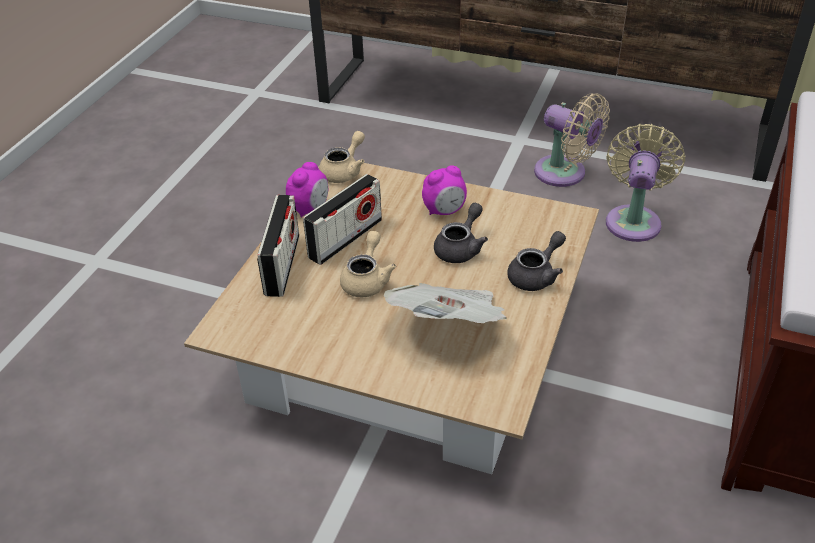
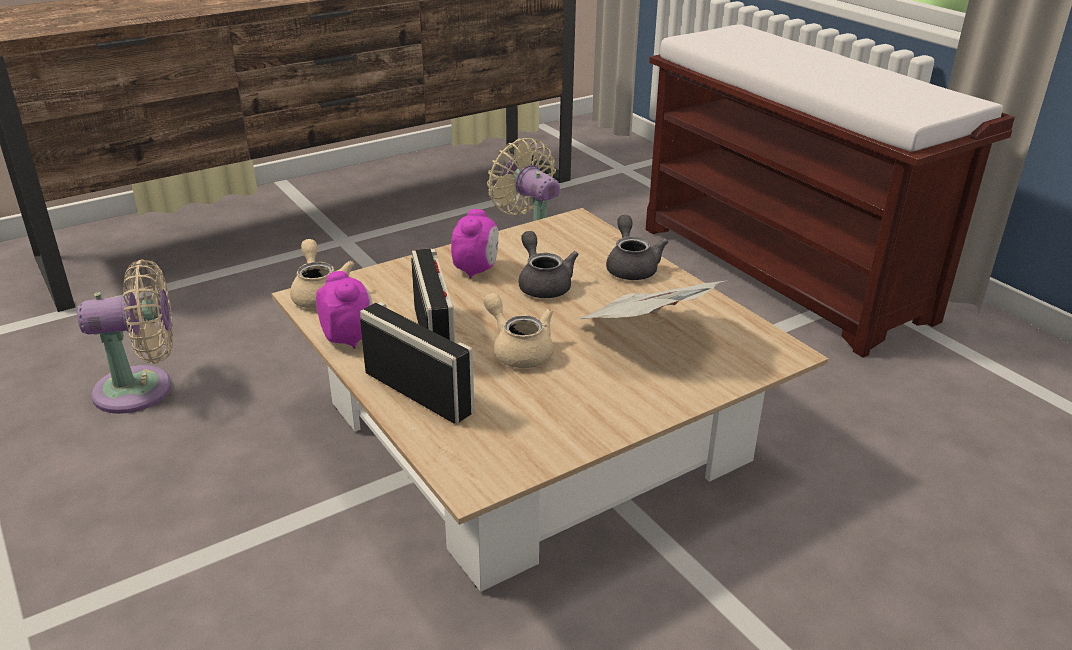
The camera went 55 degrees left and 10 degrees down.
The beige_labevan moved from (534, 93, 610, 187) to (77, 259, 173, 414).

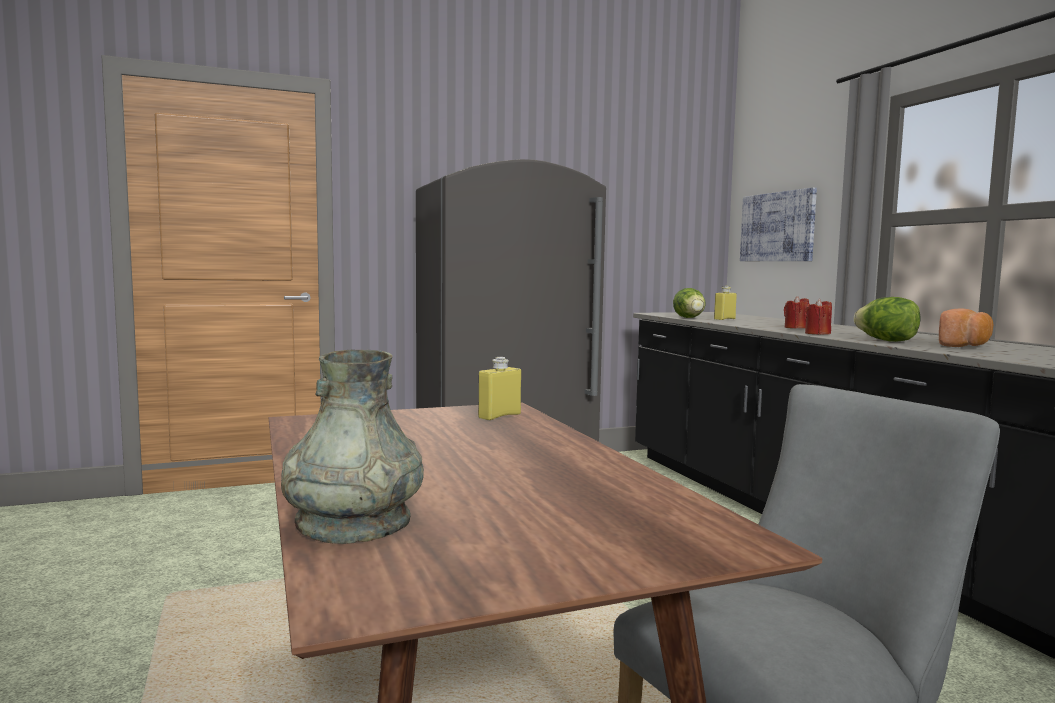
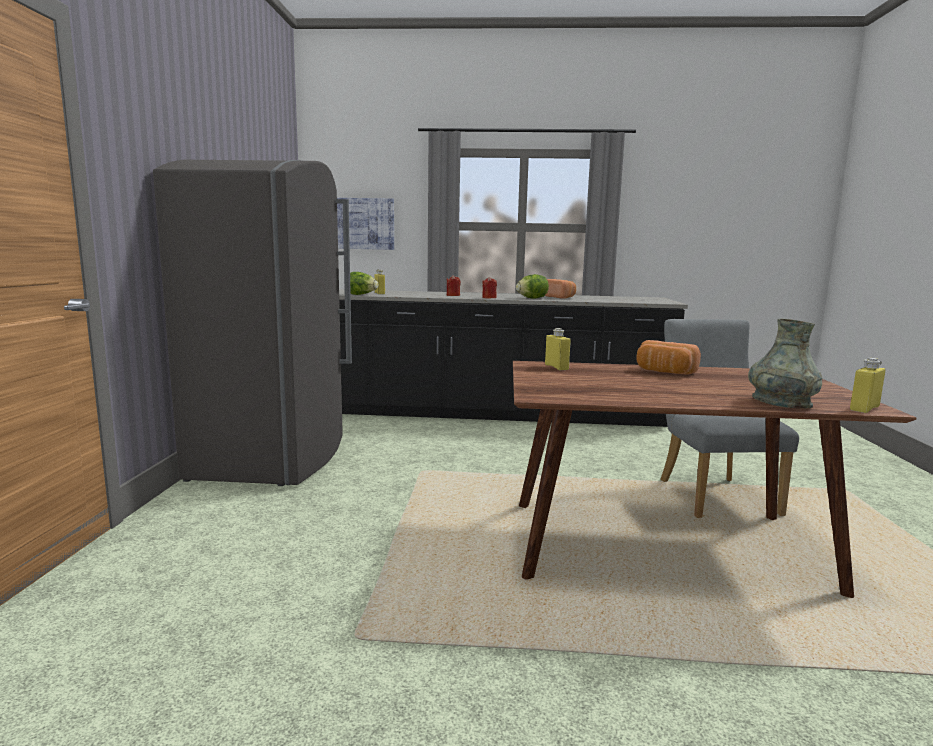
The camera went 65 degrees left and 5 degrees up.
The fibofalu at (636, 340, 701, 375) appeared.
The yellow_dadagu at (850, 358, 886, 413) appeared.

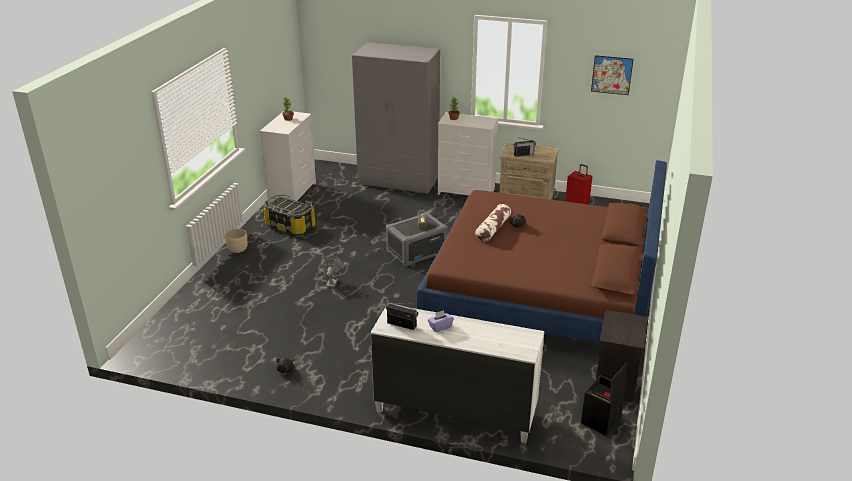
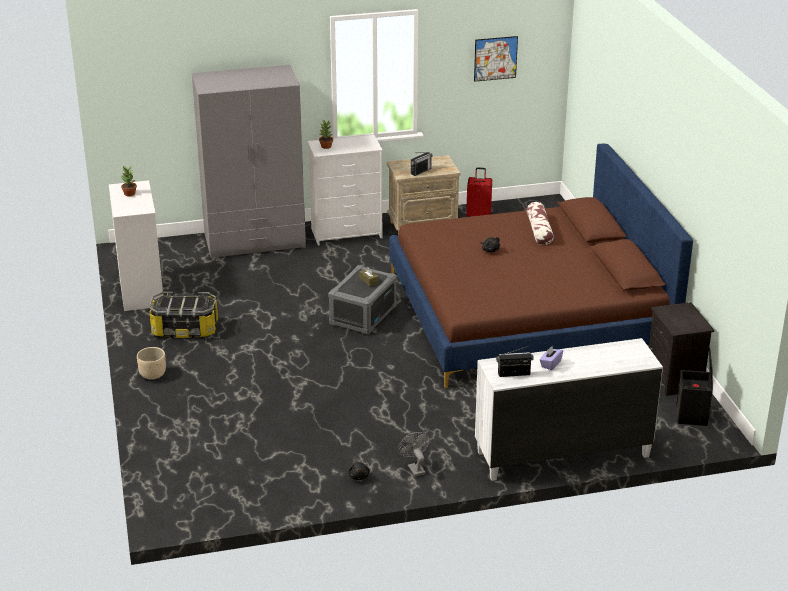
The camera went 30 degrees left and 0 degrees up.
The grey_labevan moved from (320, 255, 344, 288) to (398, 432, 430, 477).
The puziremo moved from (475, 204, 511, 242) to (526, 202, 554, 245).

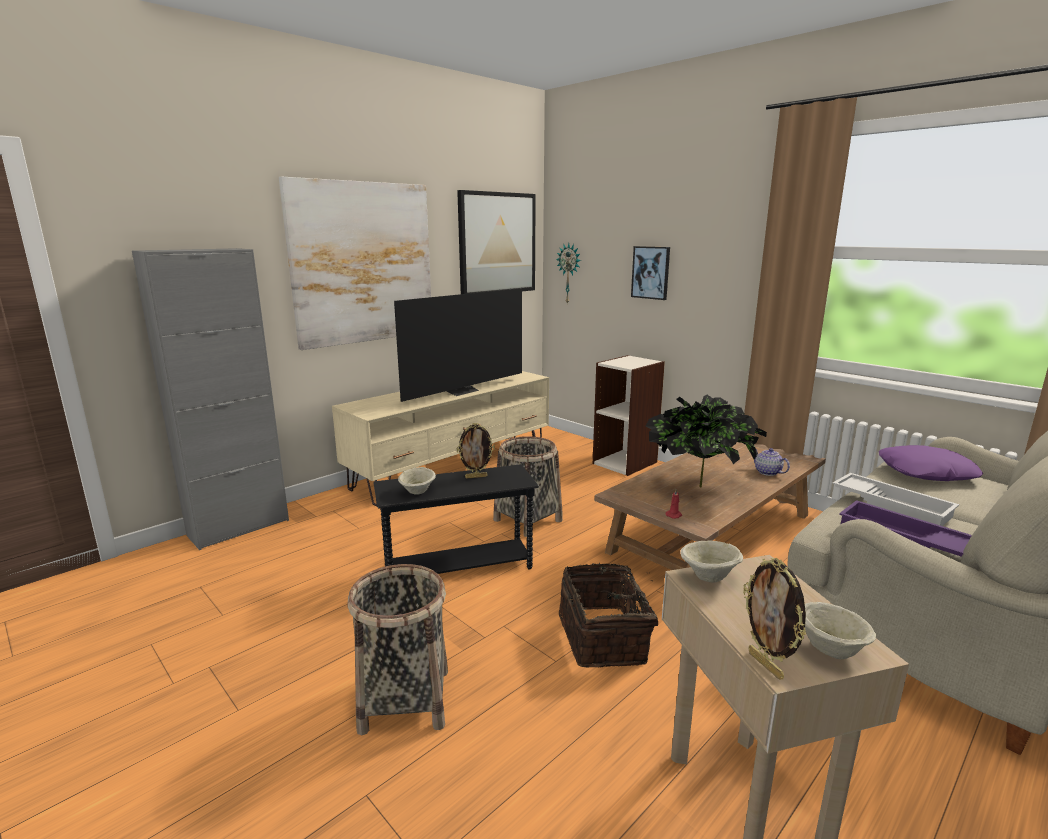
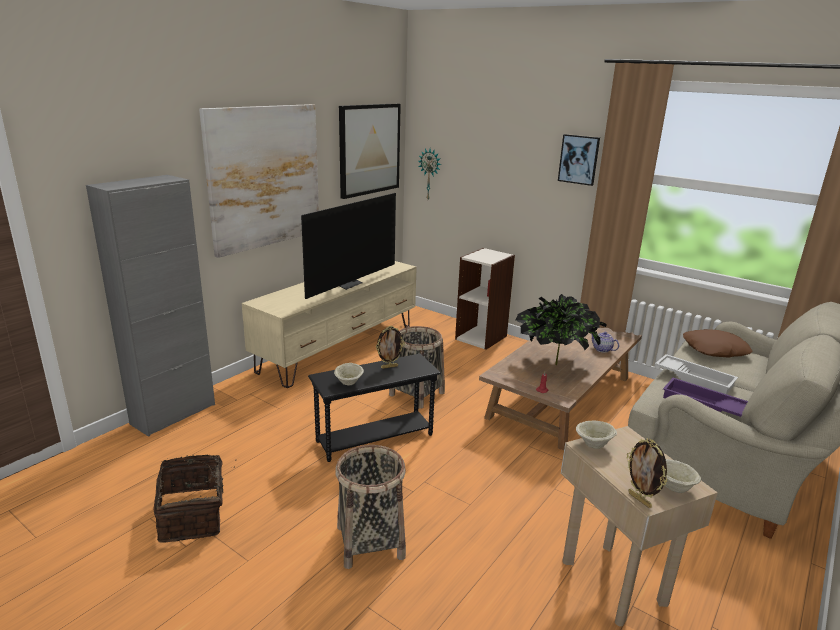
The camera went 10 degrees left and 5 degrees up.
The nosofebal moved from (559, 563, 658, 667) to (153, 455, 236, 543).
The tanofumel moved from (631, 246, 670, 300) to (558, 134, 600, 186).
The purple_puziremo at (879, 445, 983, 481) became the brown_puziremo at (683, 329, 752, 358).

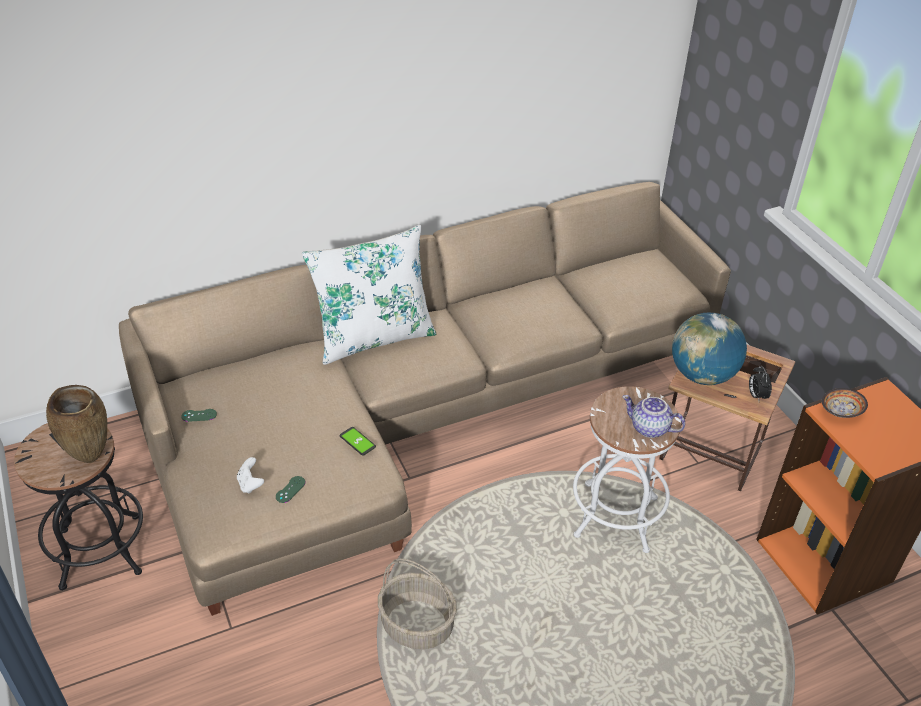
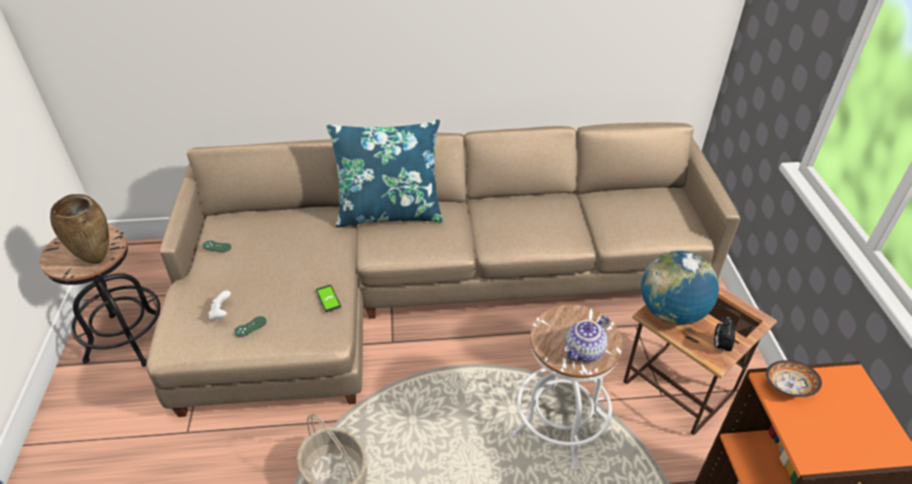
The camera went 20 degrees right and 0 degrees up.
The white_puziremo at (302, 225, 436, 365) became the blue_puziremo at (327, 119, 443, 227).
The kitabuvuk at (622, 395, 685, 438) turned 90 degrees counterclockwise.

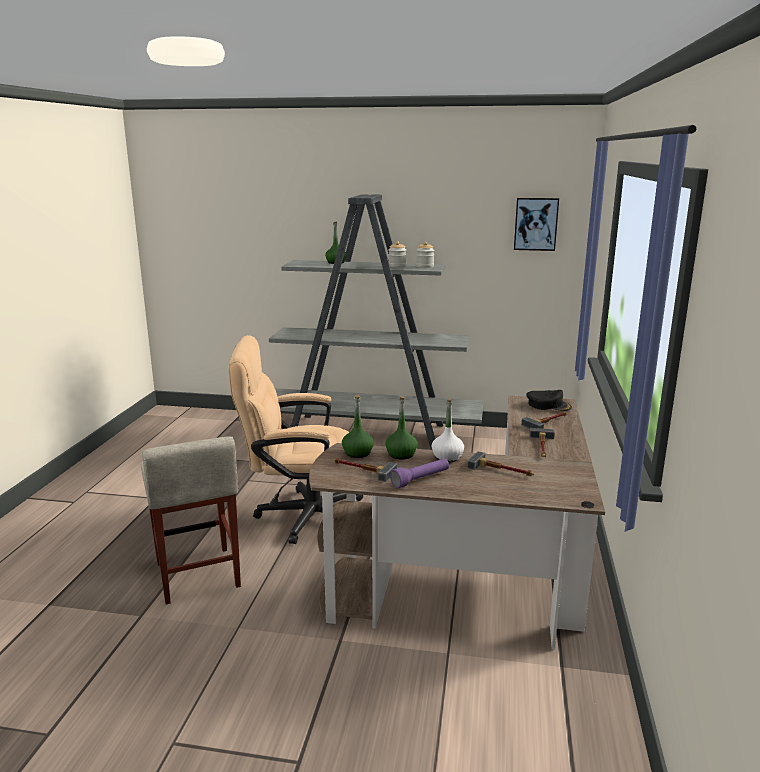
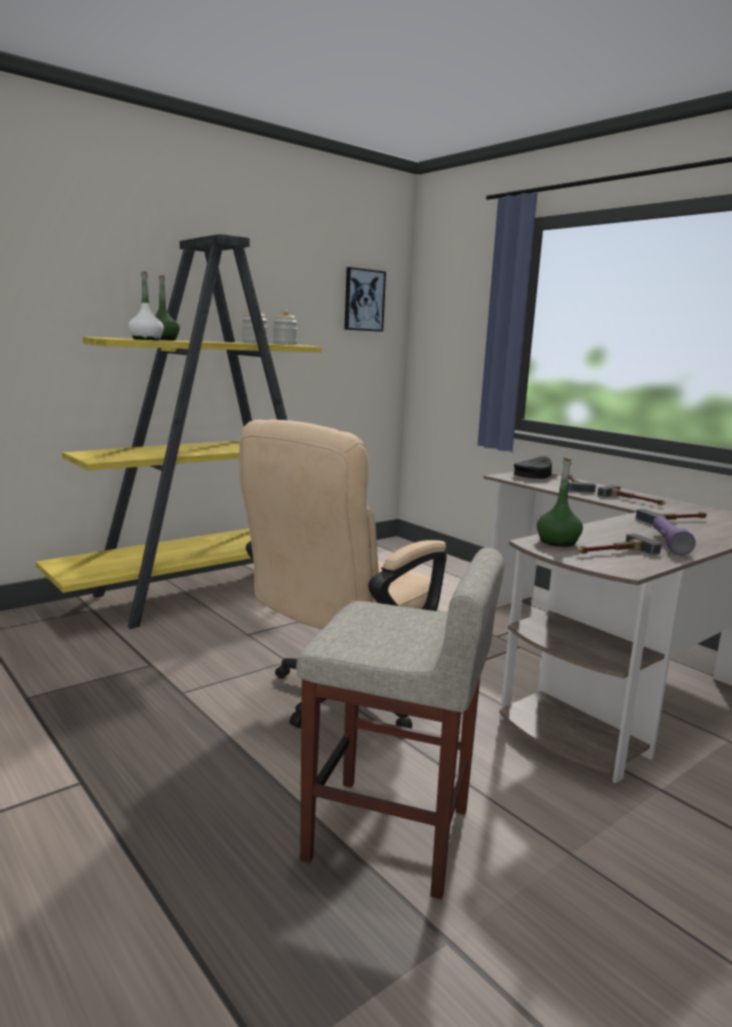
The camera went 50 degrees left and 5 degrees down.
The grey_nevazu at (269, 195, 483, 450) became the yellow_nevazu at (36, 234, 322, 629).
The green_dadagu at (385, 396, 418, 460) disappeared.
The white_dadagu moved from (431, 399, 464, 462) to (128, 271, 164, 340).

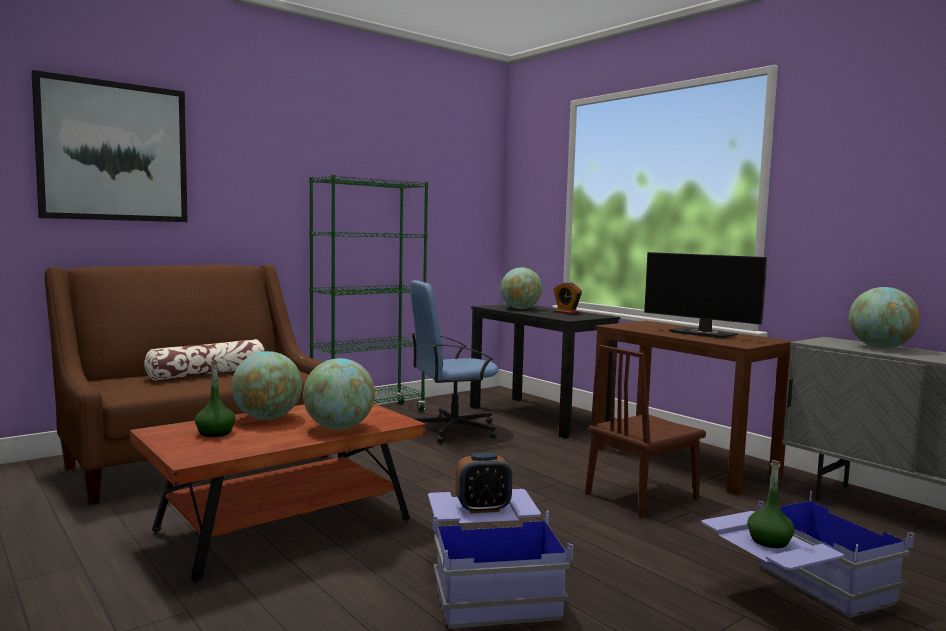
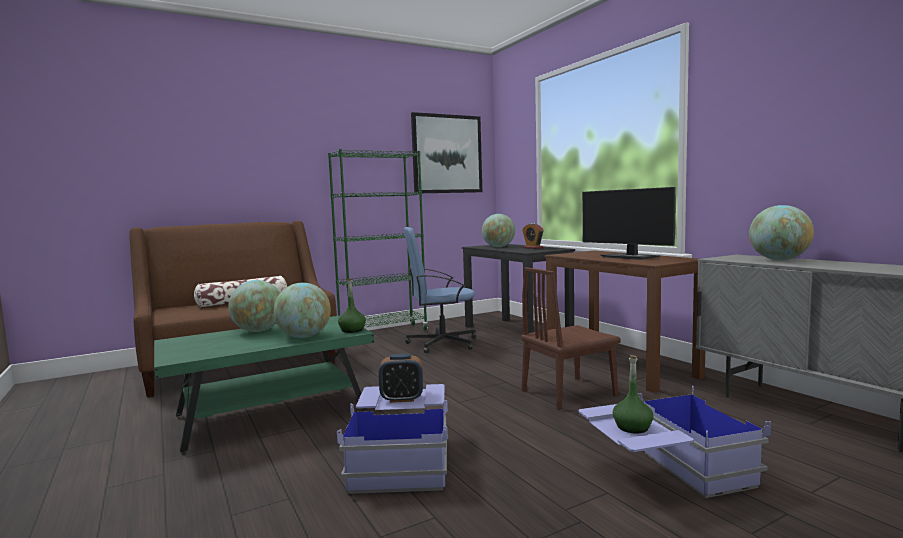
The camera went 10 degrees right and 0 degrees up.
The tanofumel moved from (32, 70, 188, 222) to (411, 112, 482, 194).
The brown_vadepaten at (130, 404, 426, 583) became the green_vadepaten at (154, 316, 374, 454).
The green_dadagu moved from (195, 361, 235, 437) to (338, 279, 366, 333).

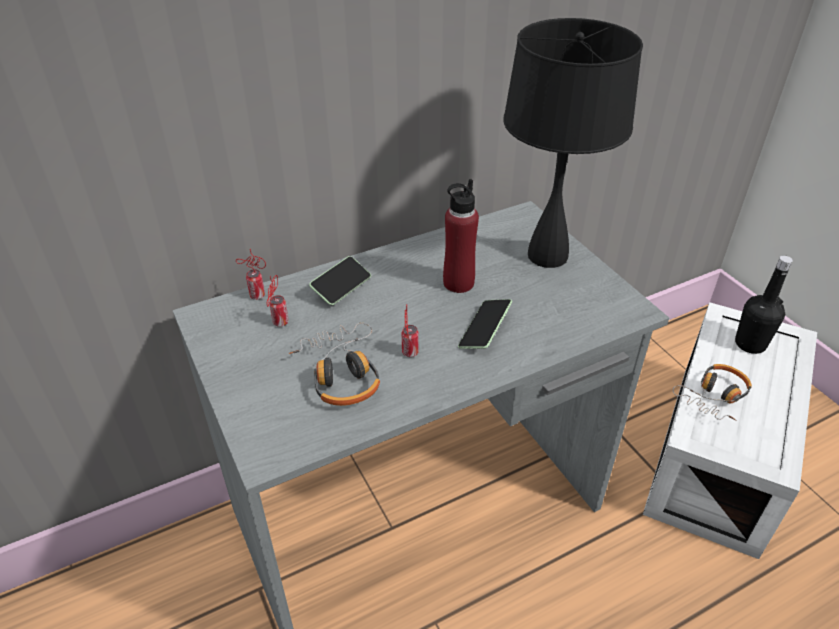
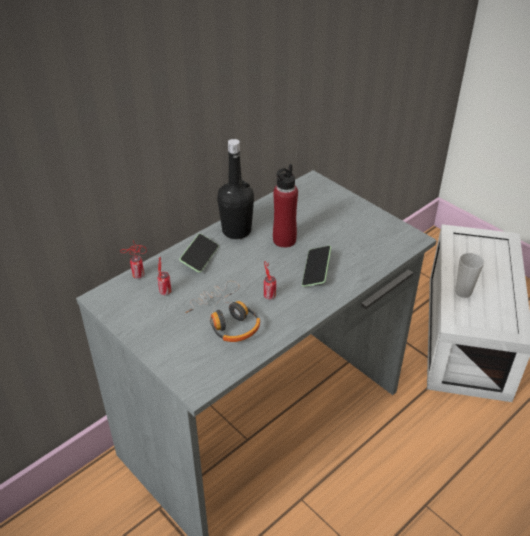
The camera went 15 degrees left and 0 degrees up.
The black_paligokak at (503, 18, 643, 268) disappeared.
The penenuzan at (673, 364, 752, 421) was replaced by the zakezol at (455, 253, 484, 298).
The black_dadagu moved from (735, 255, 793, 354) to (217, 139, 254, 239).

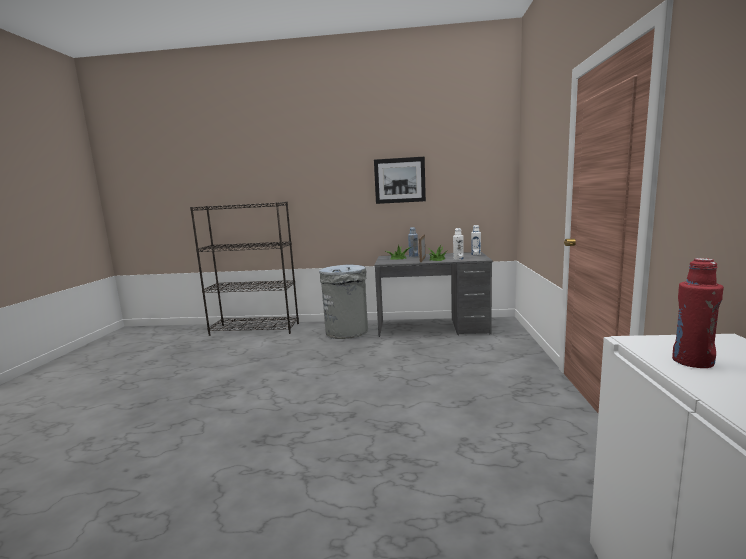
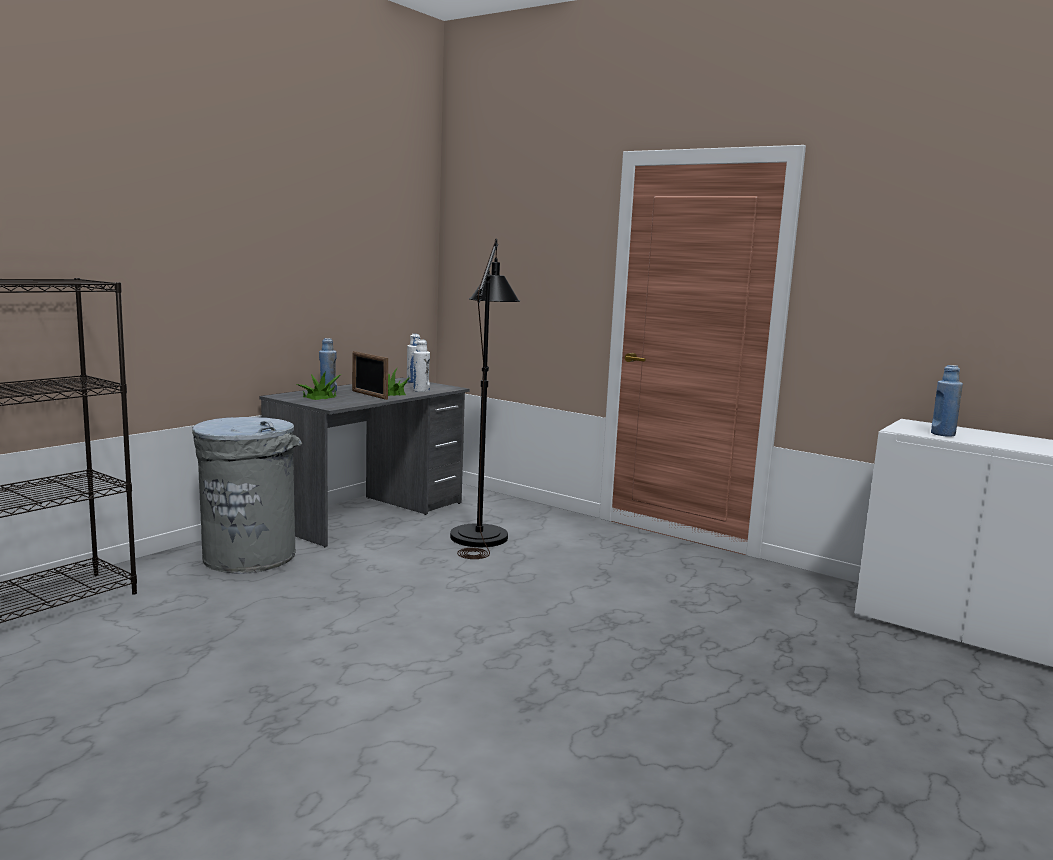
The camera went 60 degrees left and 0 degrees up.
The tanofumel at (374, 157, 426, 204) disappeared.
The red_dadagu at (672, 258, 724, 368) became the blue_dadagu at (931, 365, 963, 437).
The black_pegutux at (450, 238, 520, 559) appeared.

